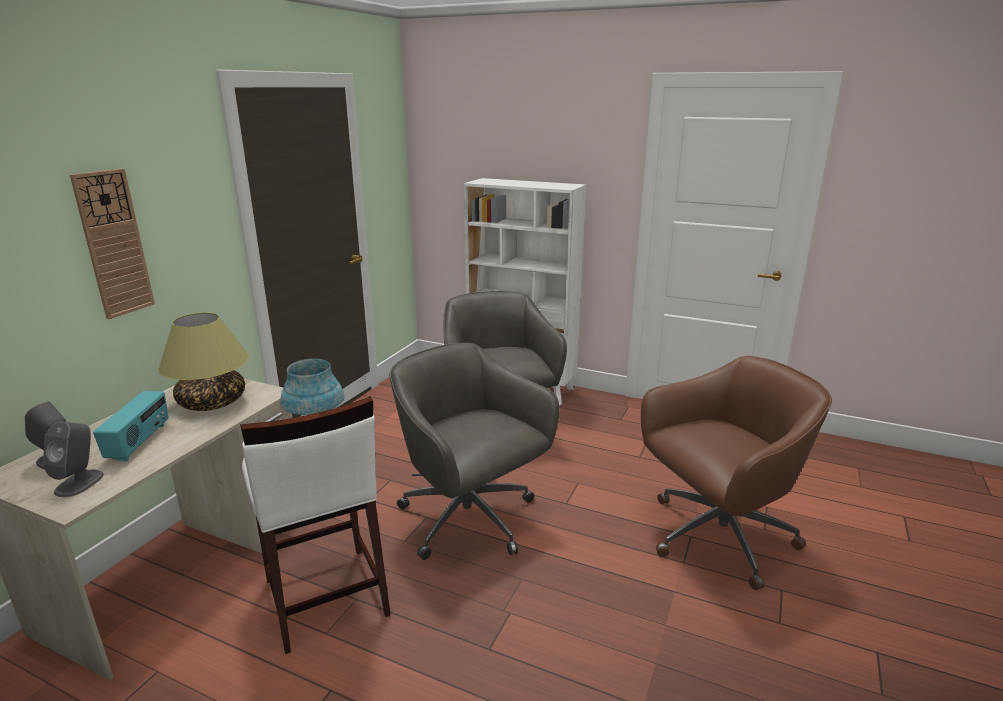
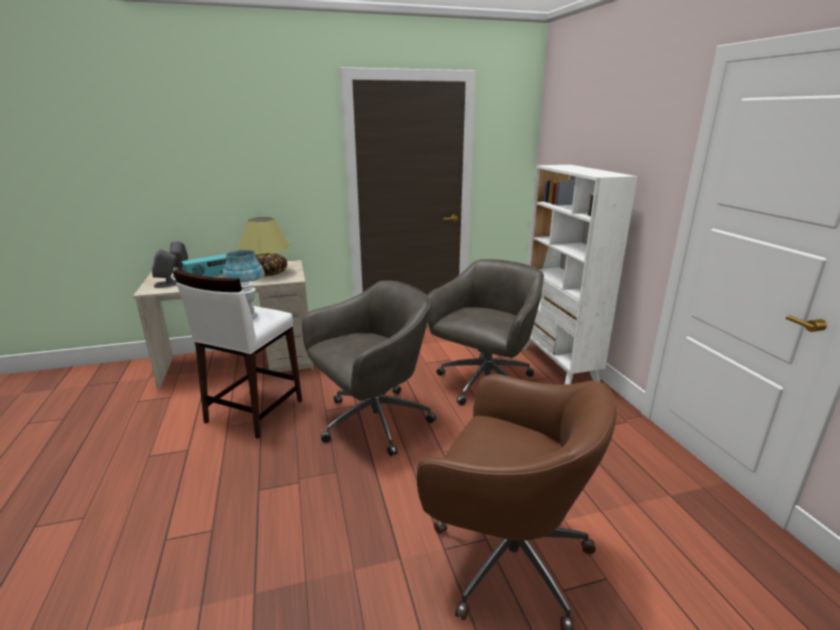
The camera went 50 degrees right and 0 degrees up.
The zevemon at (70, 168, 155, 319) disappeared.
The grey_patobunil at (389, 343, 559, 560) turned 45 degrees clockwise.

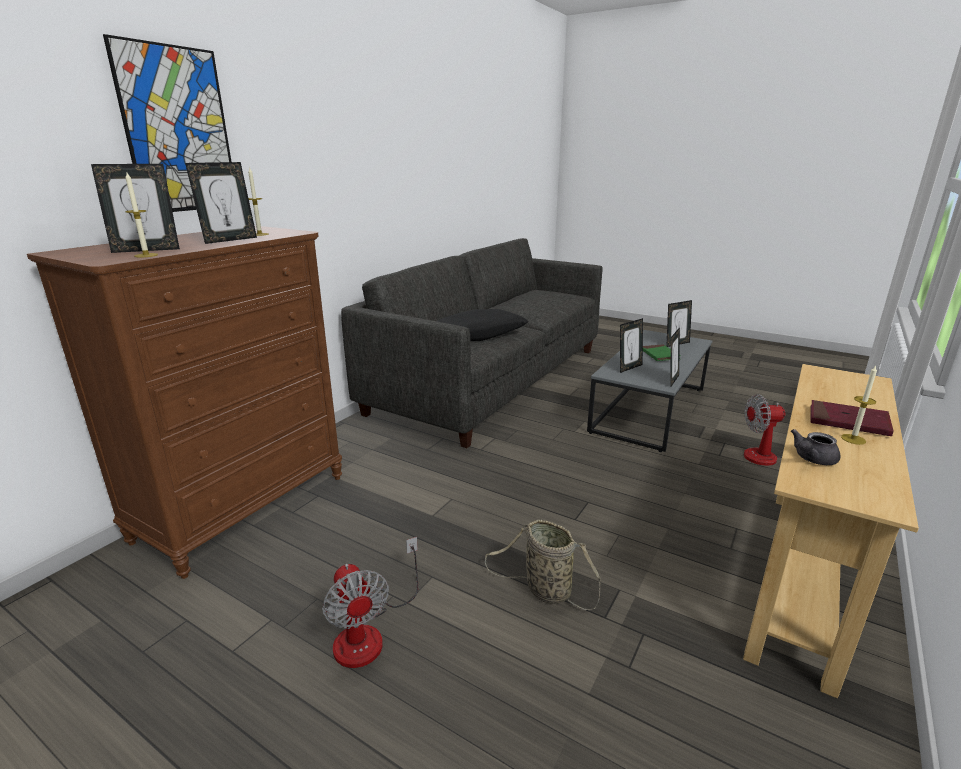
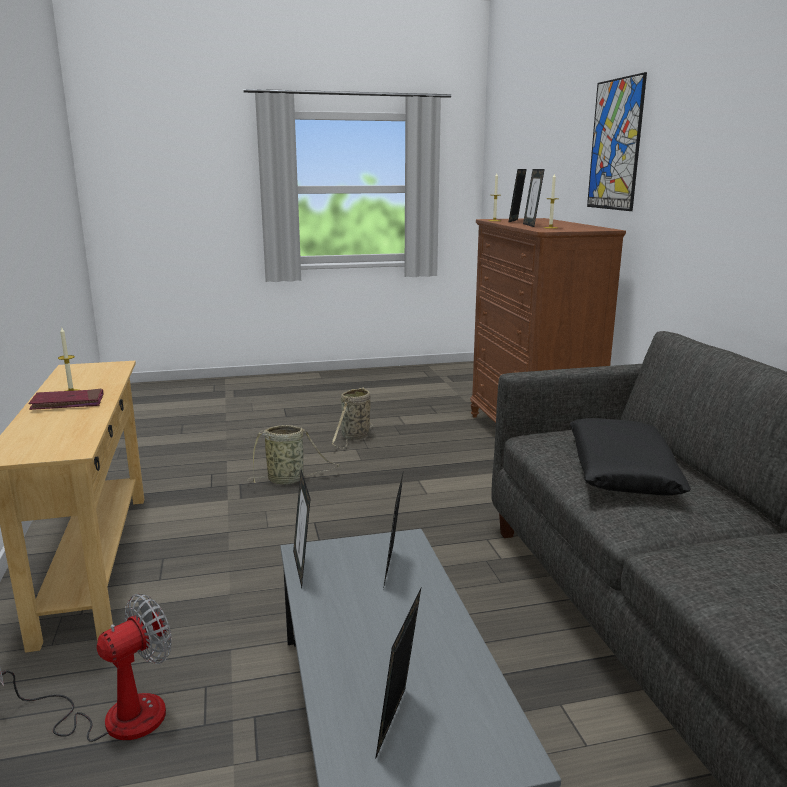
The camera went 135 degrees right and 5 degrees down.
The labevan at (322, 537, 418, 668) was replaced by the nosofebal at (332, 387, 373, 448).
The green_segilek at (643, 344, 681, 361) disappeared.
The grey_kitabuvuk at (791, 429, 841, 465) disappeared.

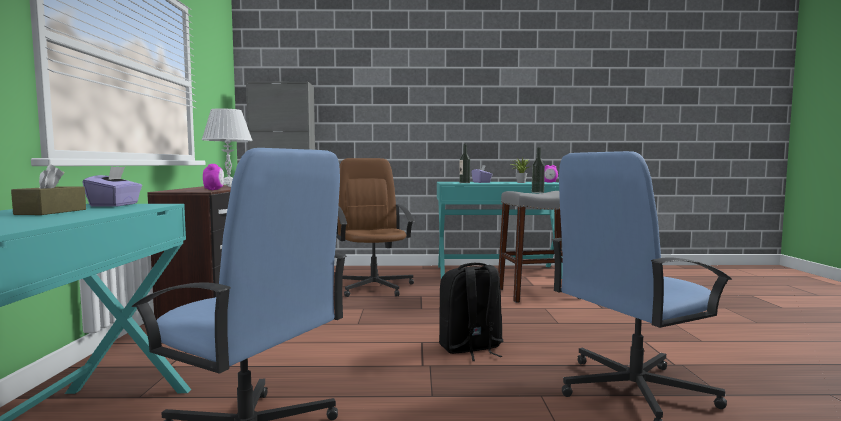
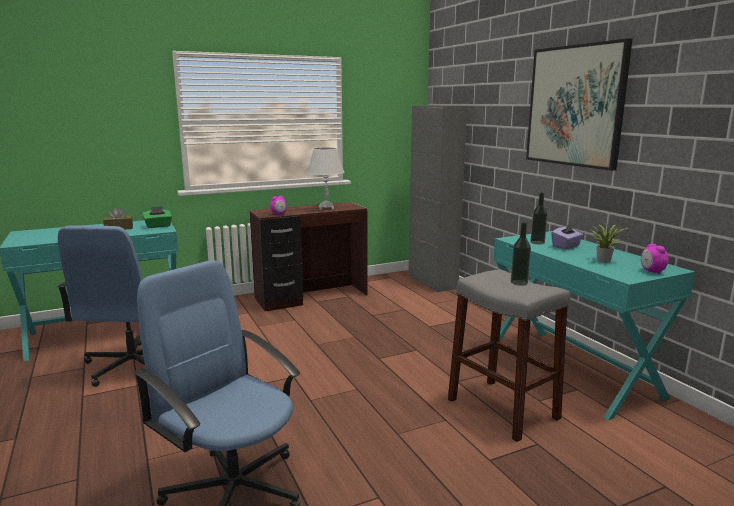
The camera went 65 degrees right and 10 degrees up.
The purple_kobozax at (82, 166, 142, 207) became the green_kobozax at (142, 206, 172, 228).
The brown_patobunil at (336, 158, 414, 297) disappeared.
The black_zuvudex at (439, 263, 504, 361) disappeared.
The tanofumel at (526, 38, 633, 171) appeared.

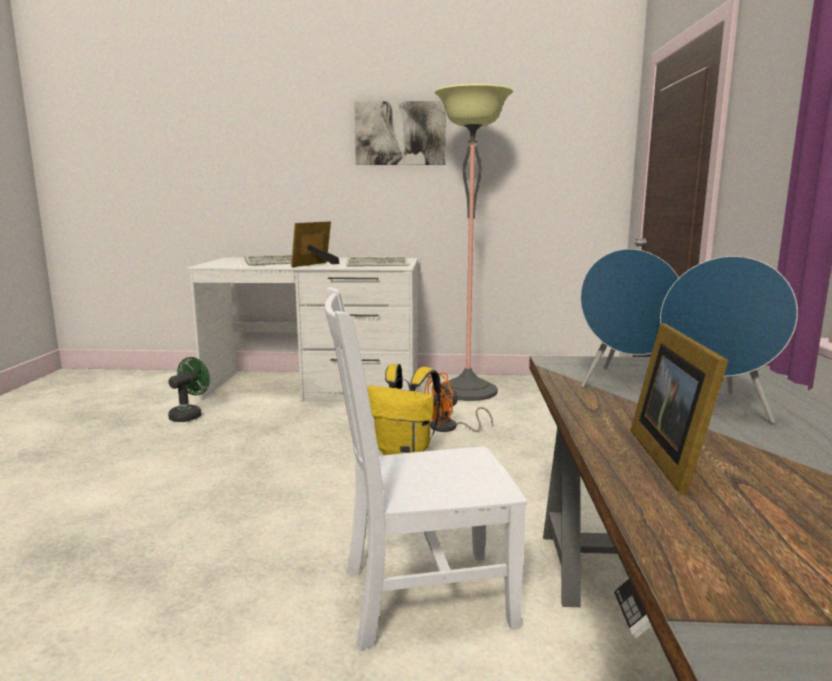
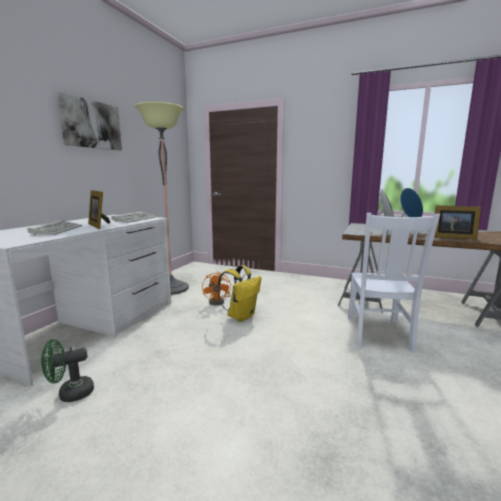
The camera went 70 degrees left and 0 degrees up.
The green_labevan at (168, 357, 210, 422) turned 75 degrees counterclockwise.

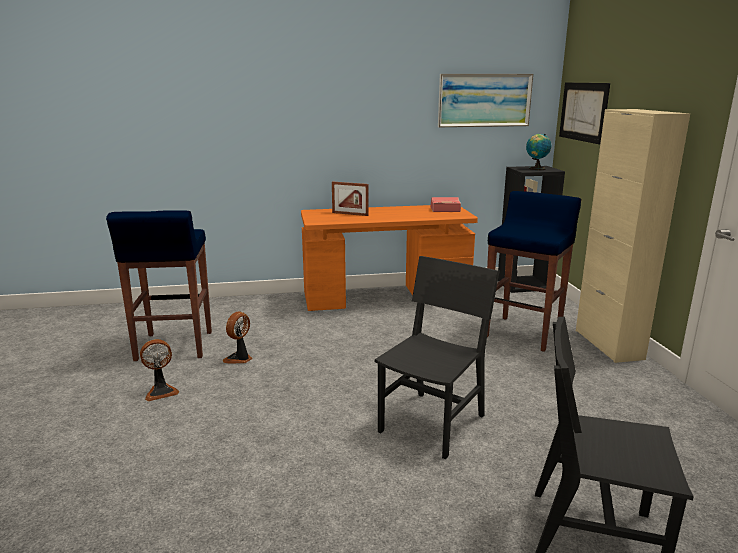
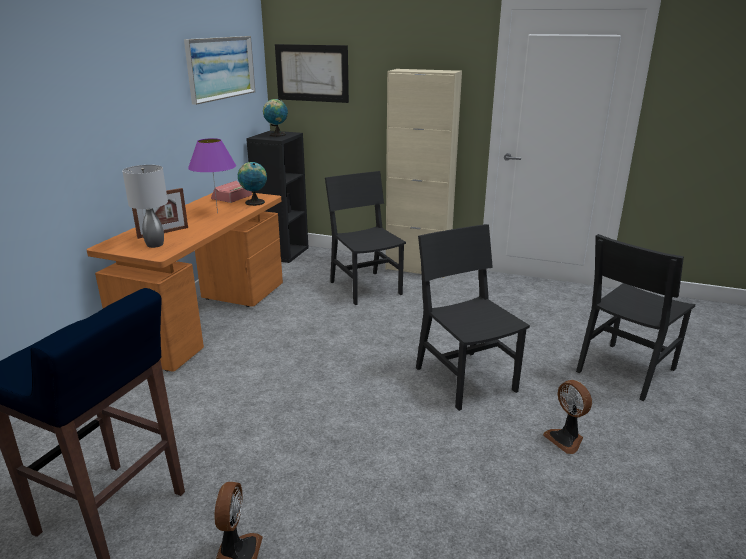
The camera went 60 degrees left and 5 degrees up.
The labevan moved from (222, 311, 253, 363) to (543, 380, 592, 454).
The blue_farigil at (487, 191, 581, 352) was replaced by the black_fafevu at (325, 171, 406, 305).
The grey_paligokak at (122, 165, 168, 248) appeared.
The purple_paligokak at (188, 138, 236, 214) appeared.
The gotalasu at (238, 162, 267, 206) appeared.

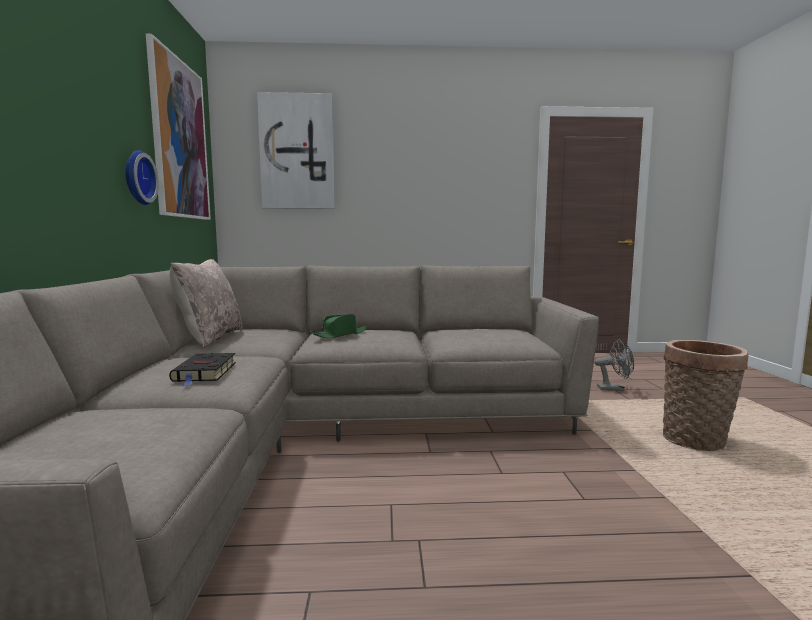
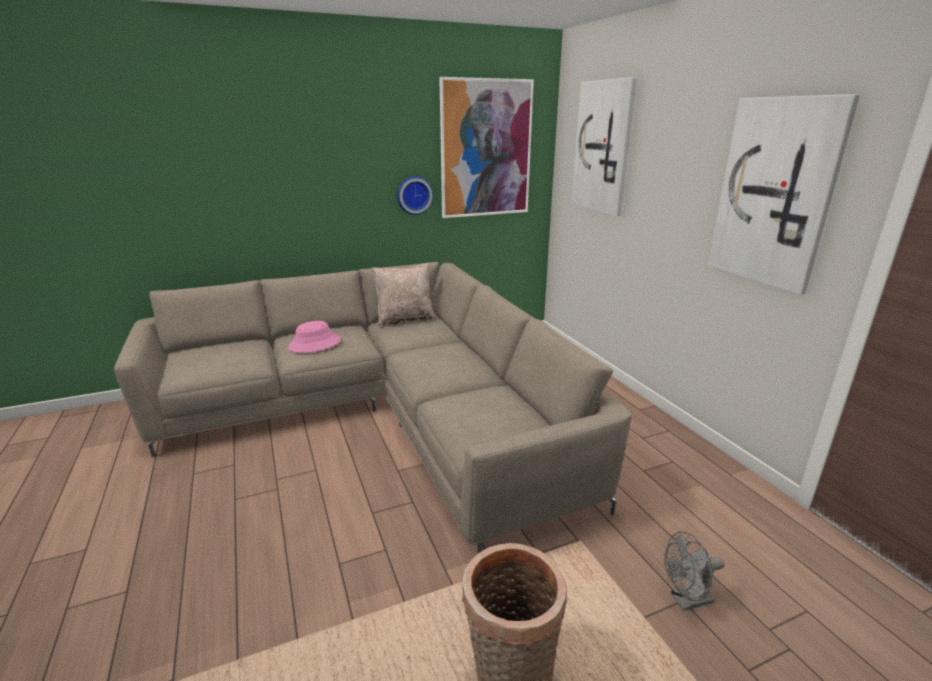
The camera went 70 degrees right and 15 degrees up.
The black_segilek at (169, 353, 236, 386) was replaced by the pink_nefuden at (288, 321, 341, 353).
The green_nefuden at (310, 314, 368, 339) disappeared.
The grey_labevan at (595, 339, 634, 391) turned 90 degrees clockwise.
The tanofumel at (708, 94, 860, 294) appeared.

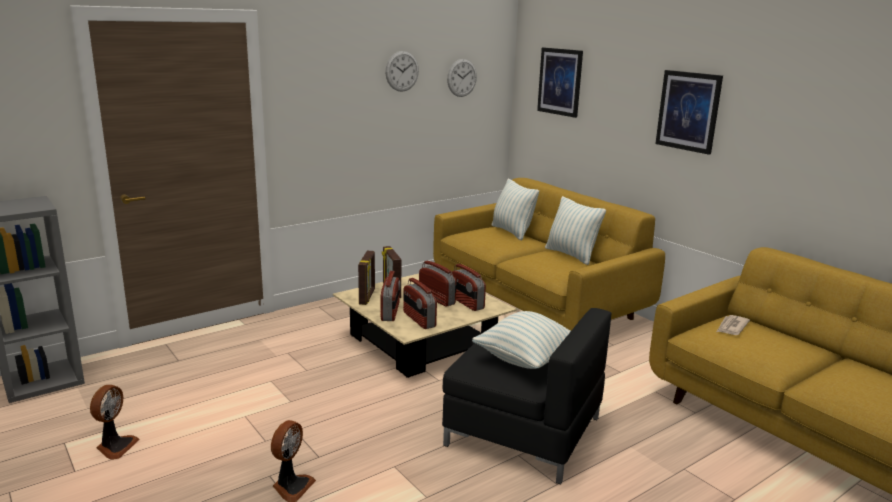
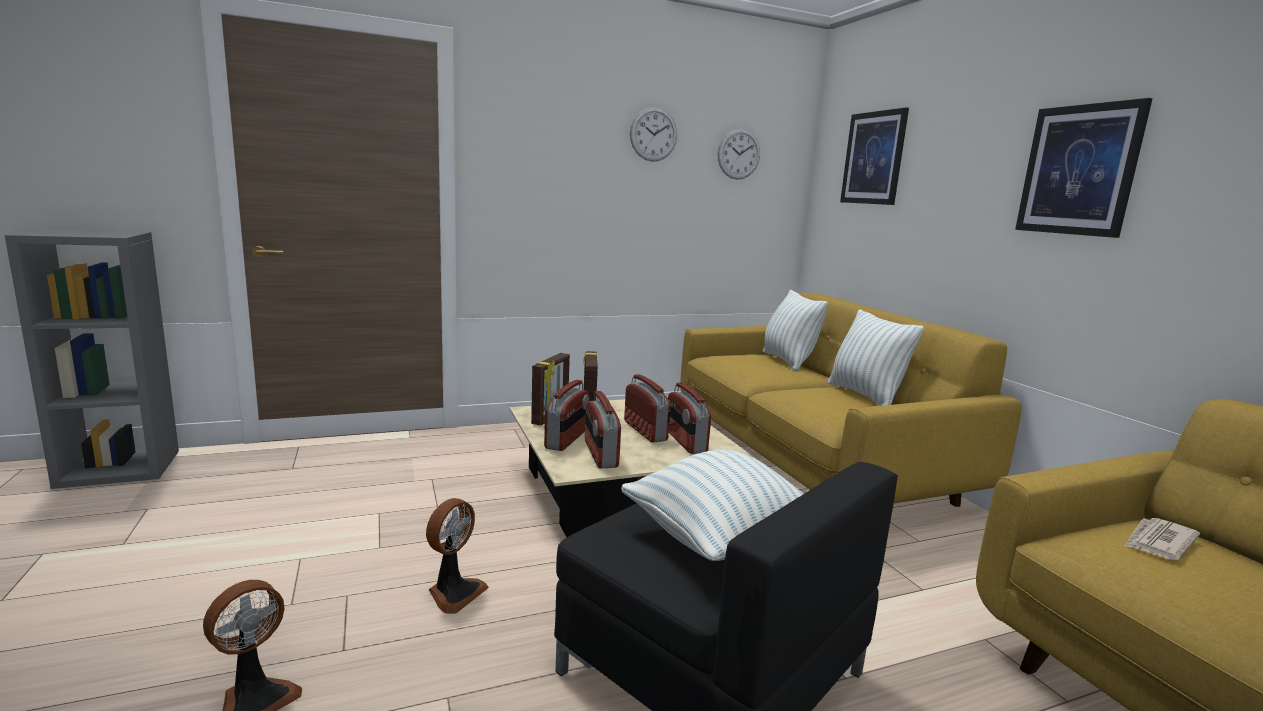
The camera went 15 degrees right and 5 degrees down.
The labevan moved from (90, 385, 140, 460) to (426, 498, 489, 614).

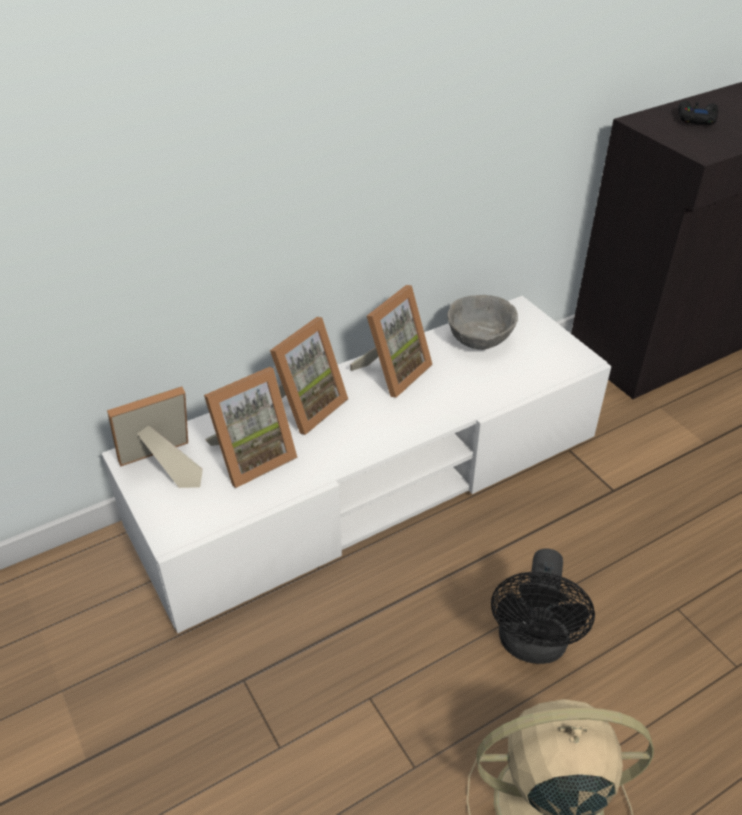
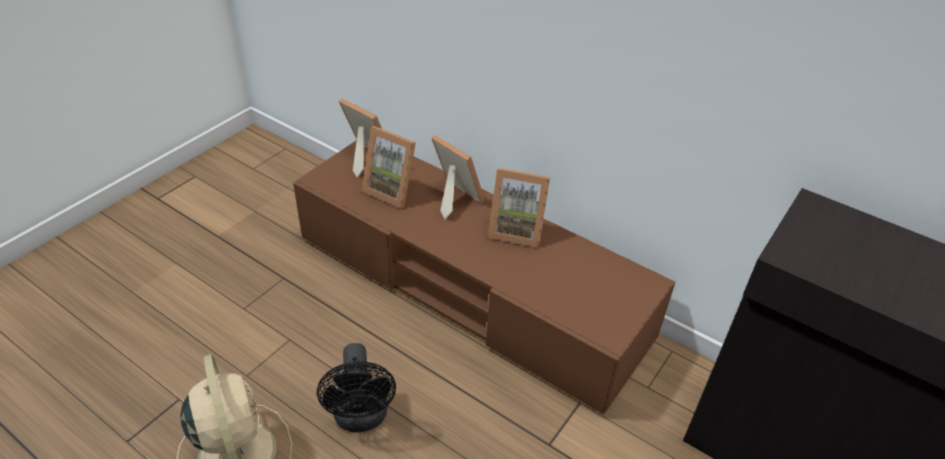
The camera went 65 degrees right and 0 degrees up.
The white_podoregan at (101, 296, 611, 633) became the brown_podoregan at (293, 140, 675, 415).
The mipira at (270, 317, 348, 435) turned 150 degrees counterclockwise.
The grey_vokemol at (447, 295, 518, 350) disappeared.
The black_labevan at (491, 549, 595, 664) turned 90 degrees counterclockwise.
The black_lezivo at (678, 101, 718, 125) disappeared.

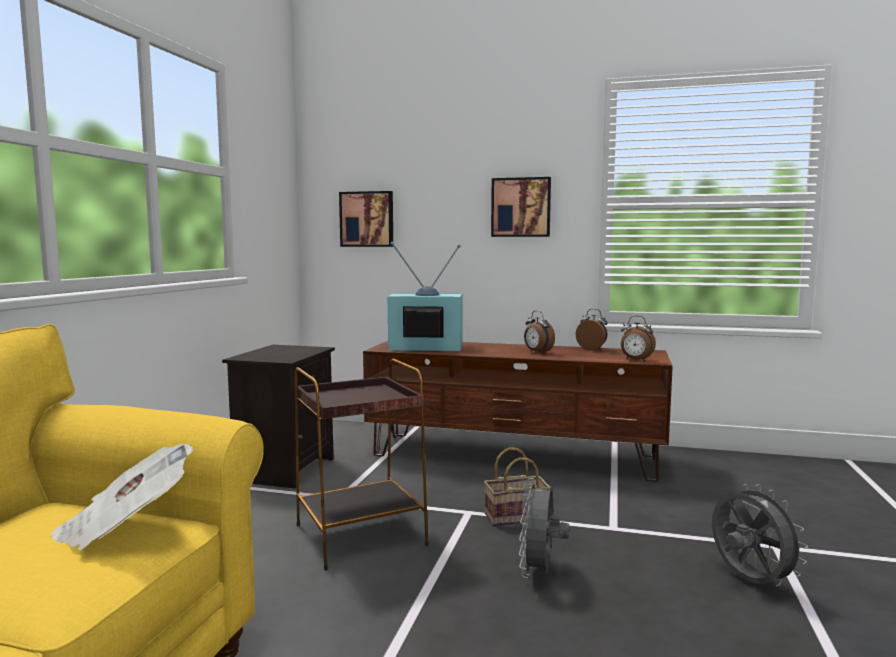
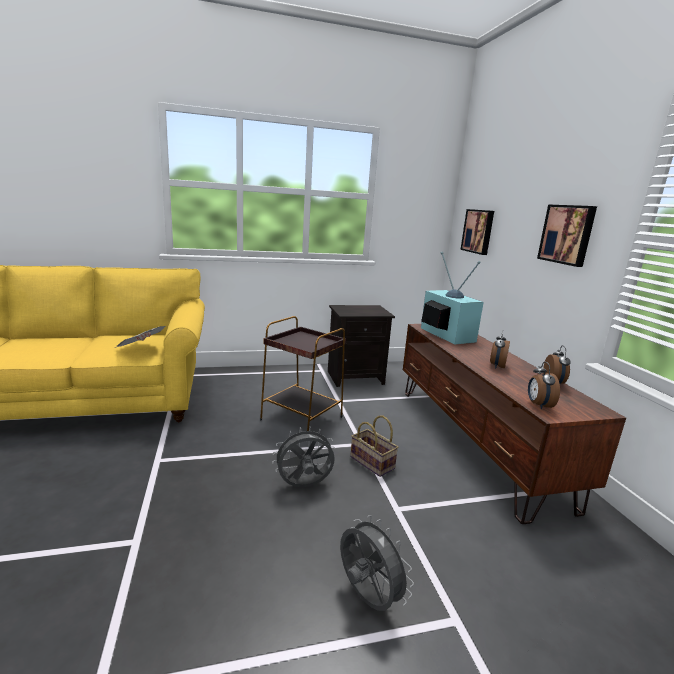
The camera went 60 degrees right and 10 degrees up.
The grey_labevan at (712, 484, 808, 586) turned 75 degrees counterclockwise.

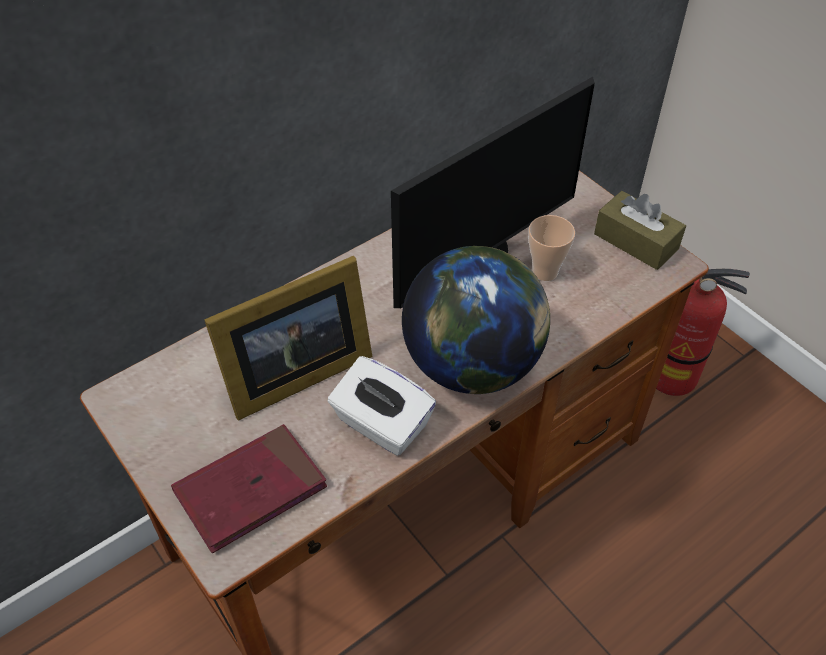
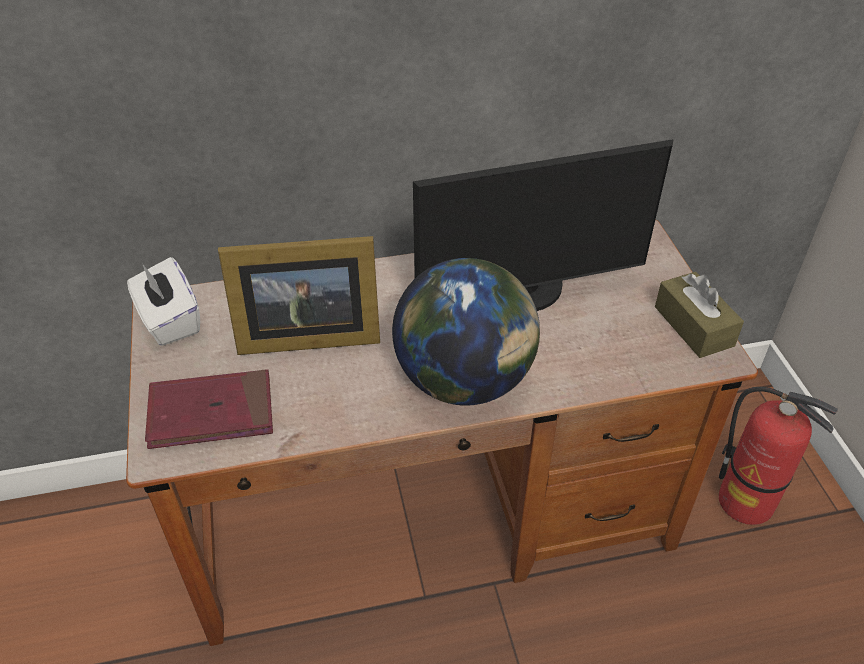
The camera went 25 degrees right and 5 degrees down.
The white_kobozax moved from (327, 356, 436, 456) to (127, 257, 200, 346).
The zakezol at (528, 215, 575, 281) disappeared.

